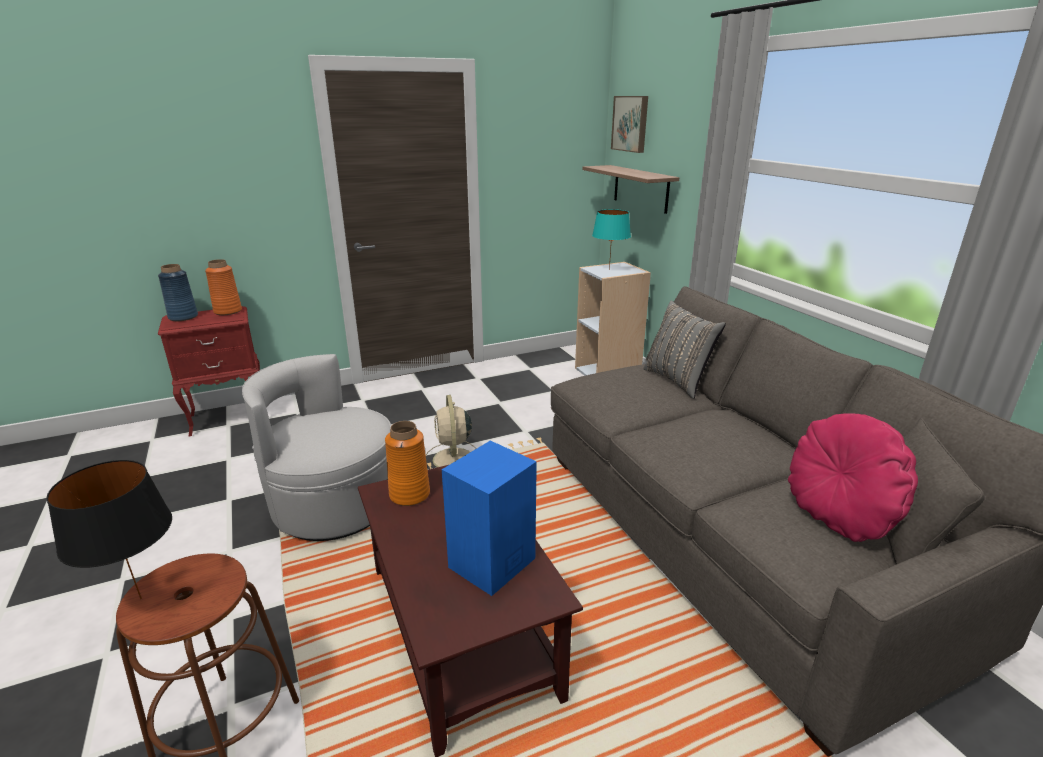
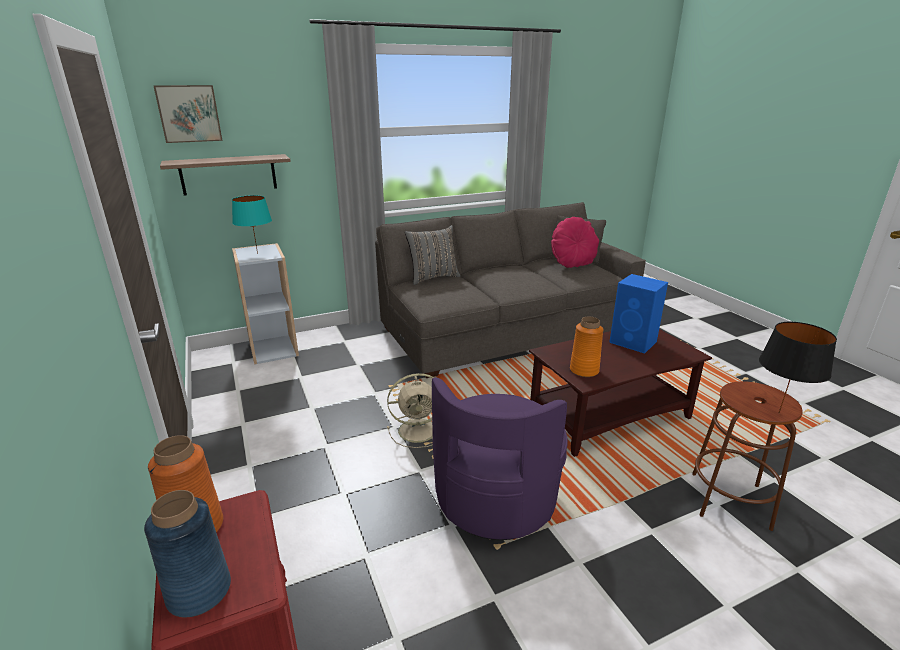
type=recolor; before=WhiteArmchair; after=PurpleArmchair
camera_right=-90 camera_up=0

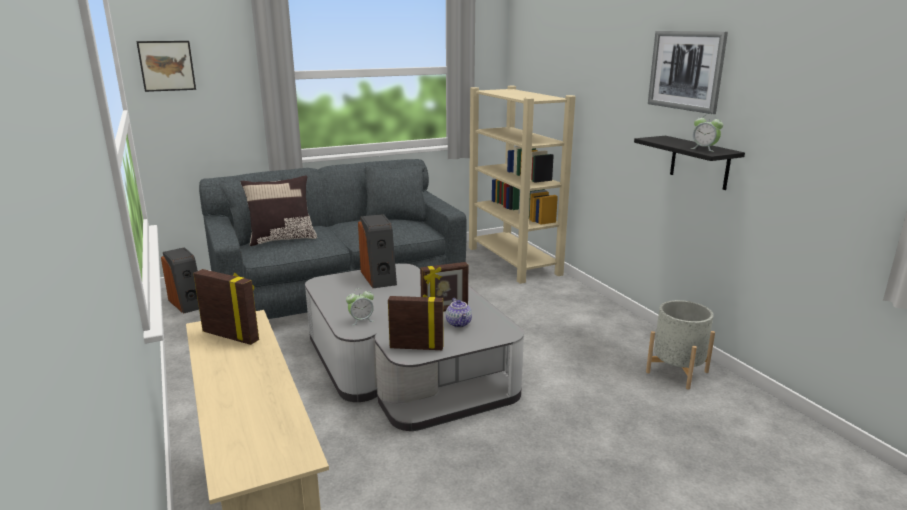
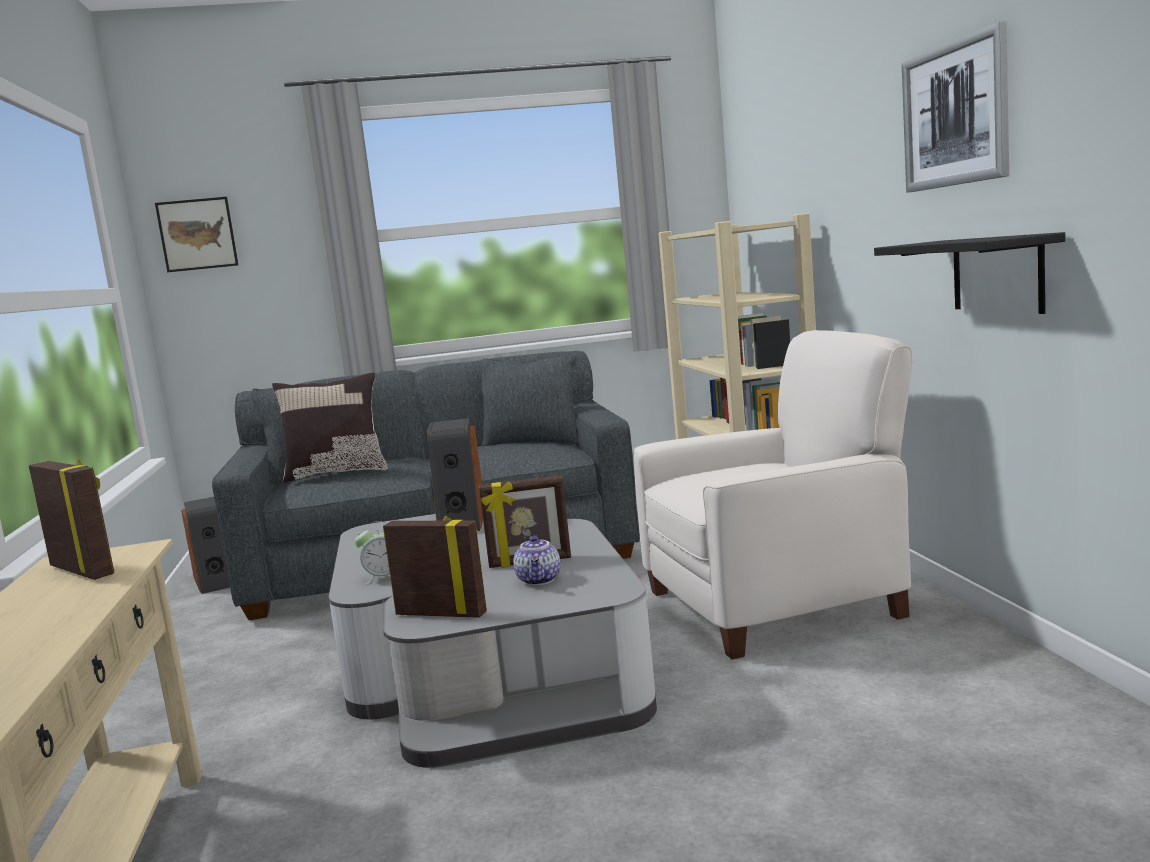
type=insert; after=WhiteArmchair
type=delete; before=GreyPlanter
type=delete; before=AlarmClock (2nd from left)
camera_right=15 camera_up=-10

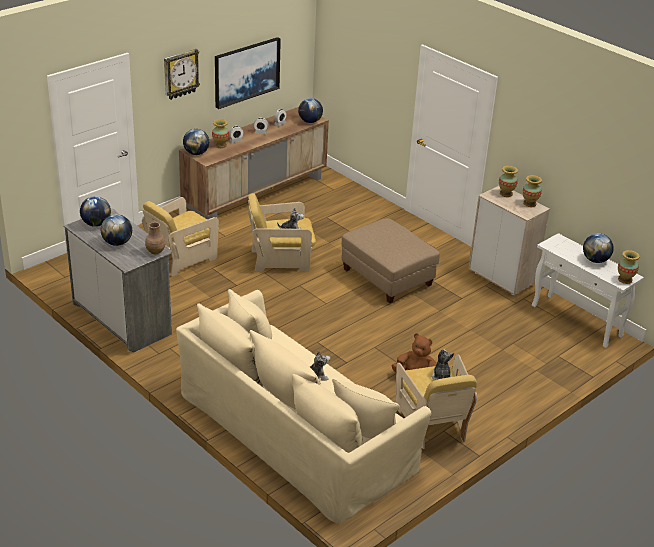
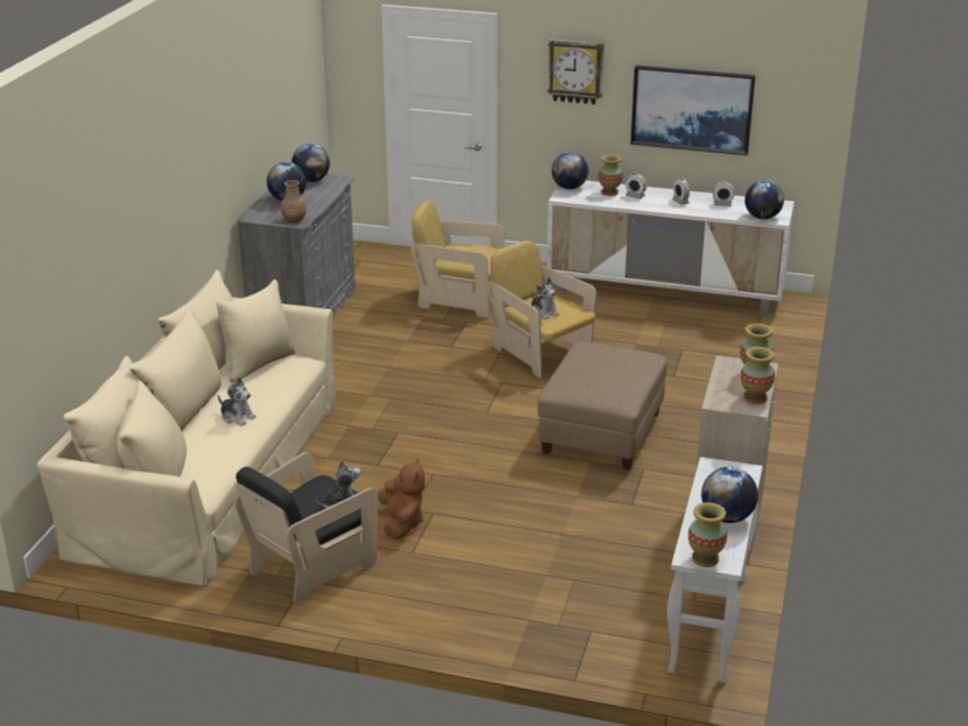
type=recolor; before=YellowArmchair (3rd from left); after=BlackArmchair
type=recolor; before=BrownTvStand; after=WhiteTvStand
camera_right=60 camera_up=-5

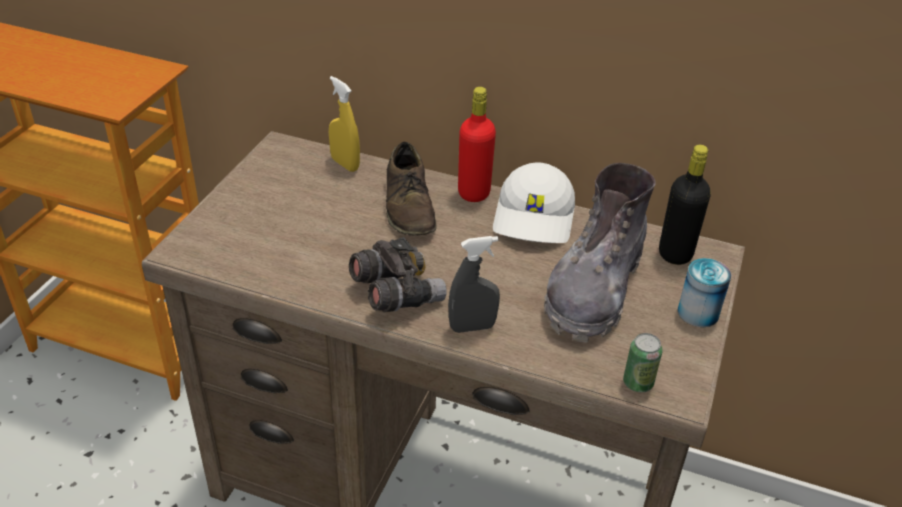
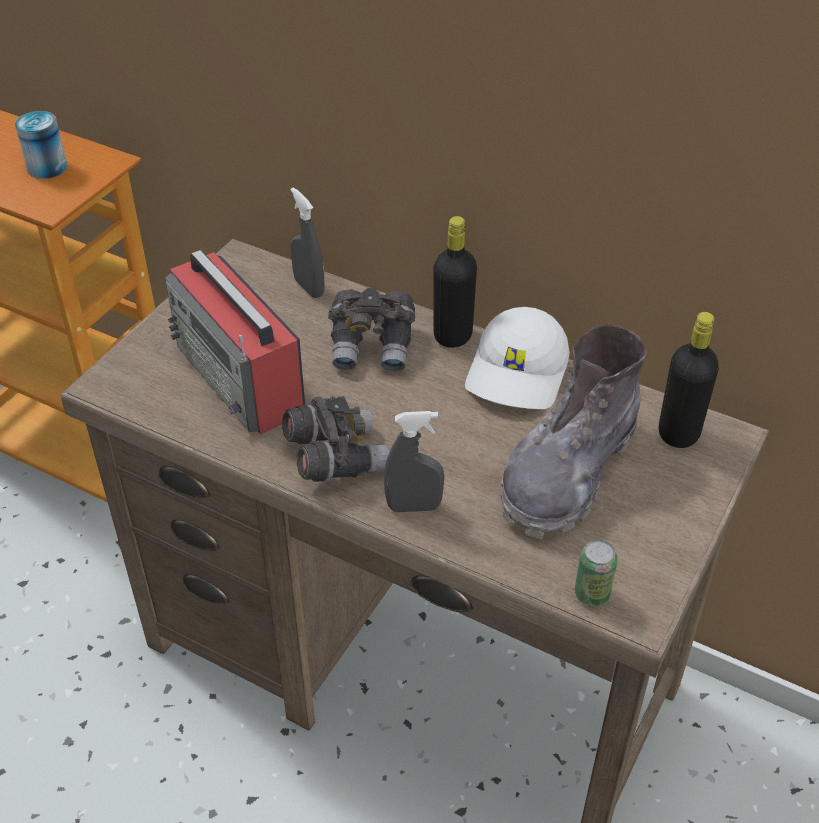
type=move; before=Can (2nd from left in the first image); after=Can (1st from left)
type=insert; after=Radio
type=recolor; before=YellowSprayBottle; after=GreySprayBottle (1st from left)
type=replace; before=BrownShoe; after=GreyBinoculars (2nd from left)
type=recolor; before=RedBottle; after=BlackBottle (1st from left)
camera_right=10 camera_up=5

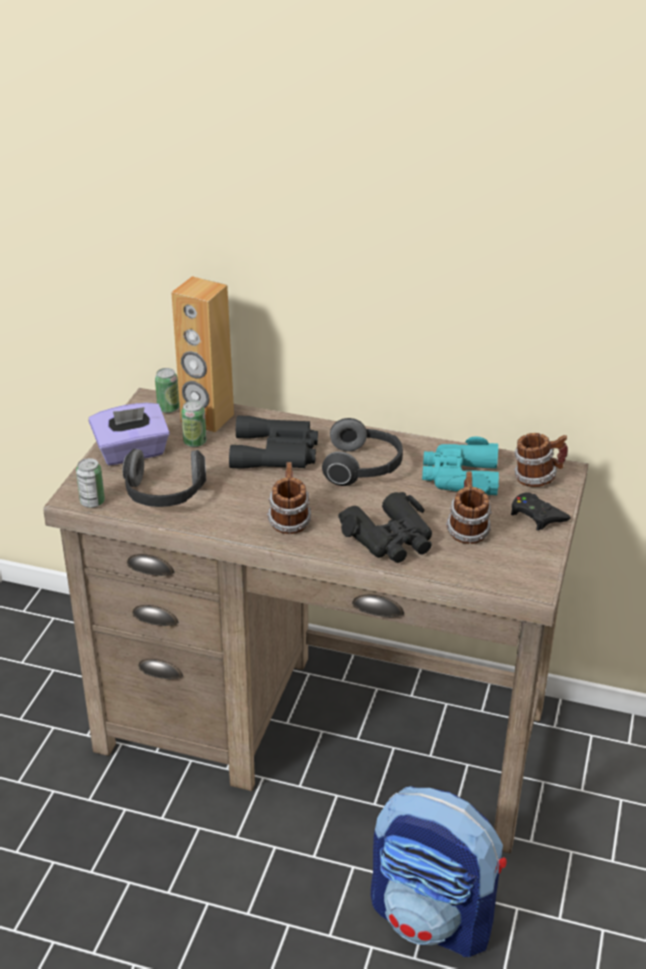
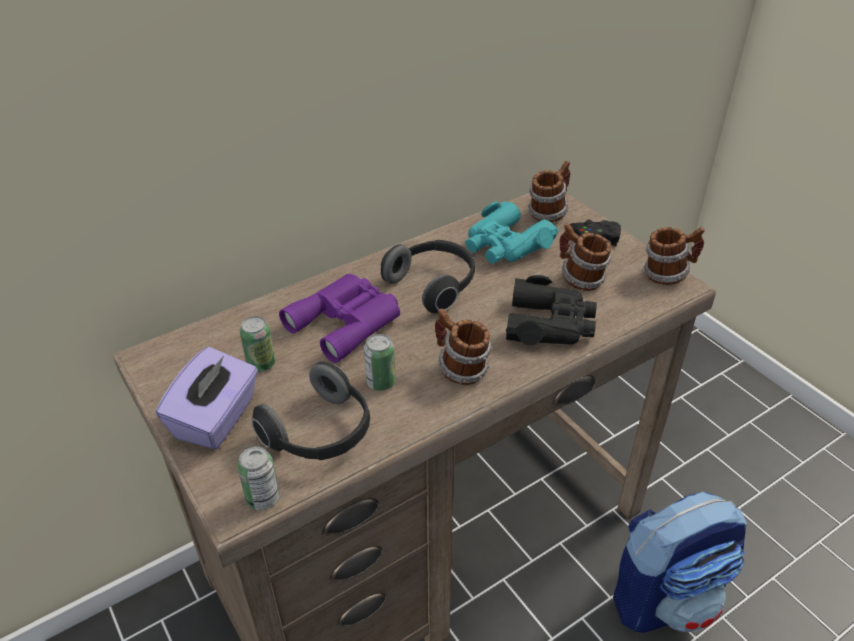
type=recolor; before=BlackBinoculars (1st from left); after=PurpleBinoculars
type=move; before=Can (2nd from left in the first image); after=Can (3rd from left)
type=insert; after=Mug (4th from left)
type=delete; before=BrownSpeaker
camera_right=-50 camera_up=5

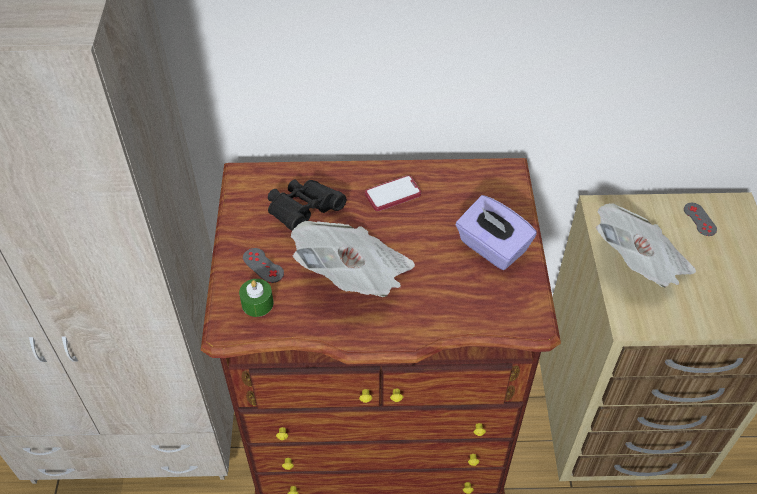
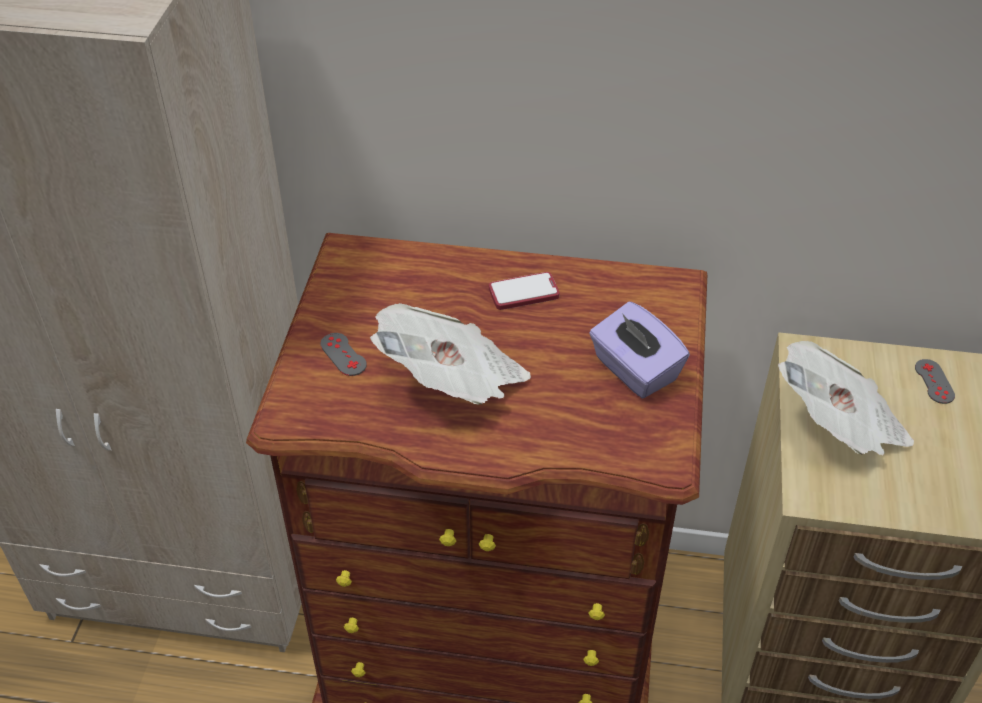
type=delete; before=GreenCandle
type=delete; before=BlackBinoculars
camera_right=10 camera_up=-5

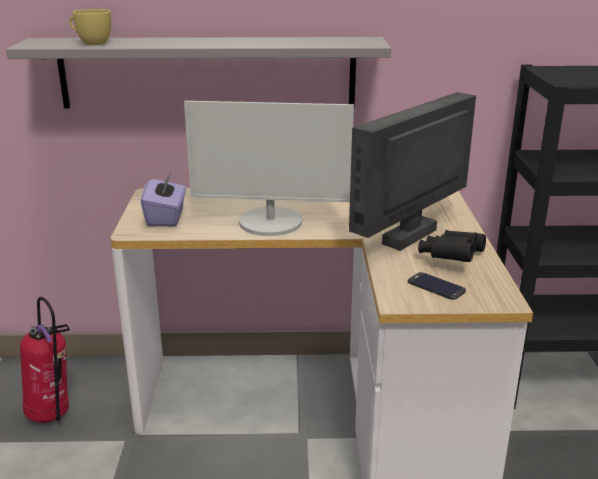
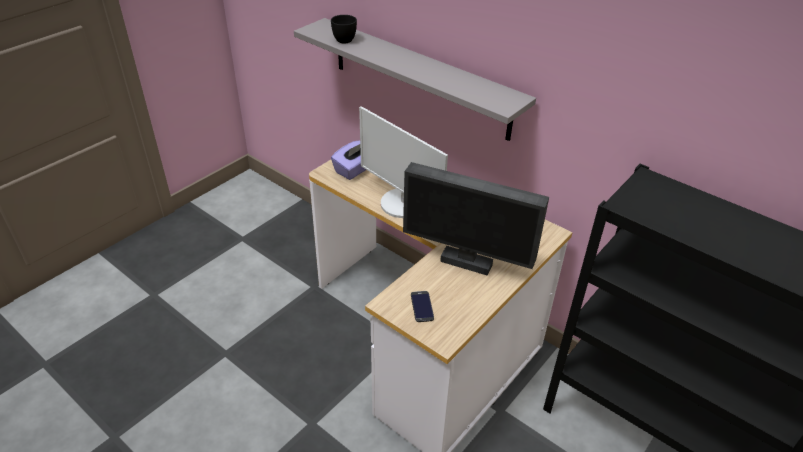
type=recolor; before=YellowCup; after=BlackCup
type=rotate; before=Monitor (2nd from left); turn=-150
type=delete; before=FireExtinguisher
type=delete; before=BlackBinoculars
camera_right=40 camera_up=15

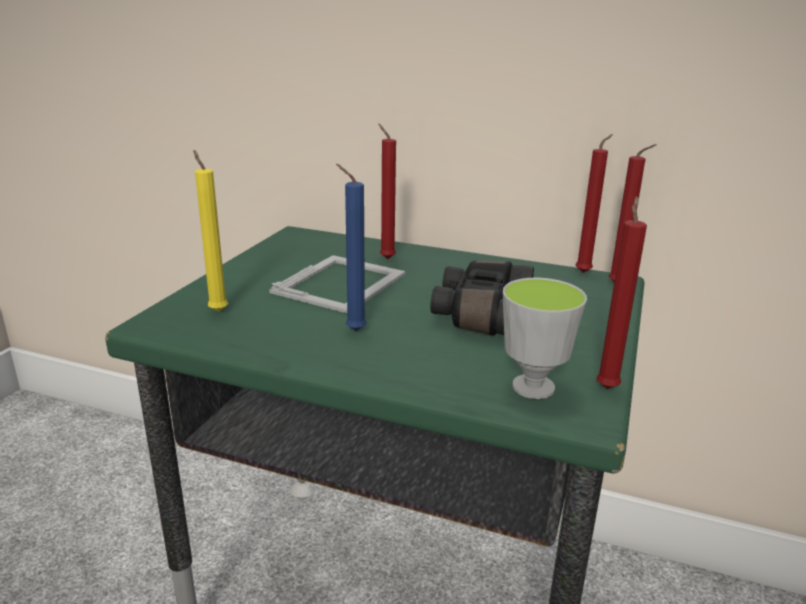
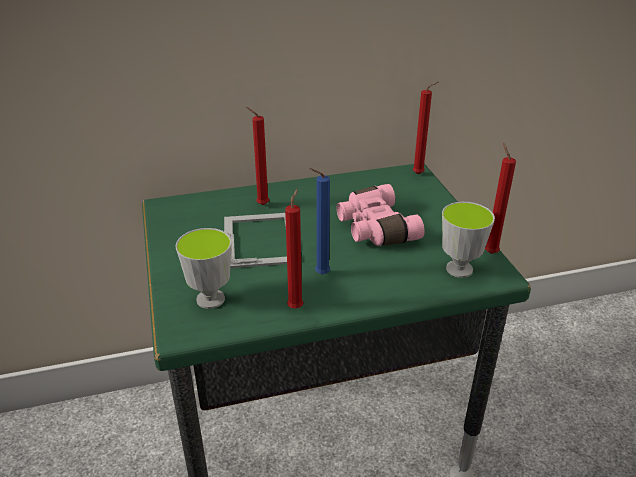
type=replace; before=YellowCandle; after=Cup (1st from left)
type=move; before=RedCandle (2nd from left)
type=recolor; before=BlackBinoculars; after=PinkBinoculars
camera_right=-35 camera_up=10

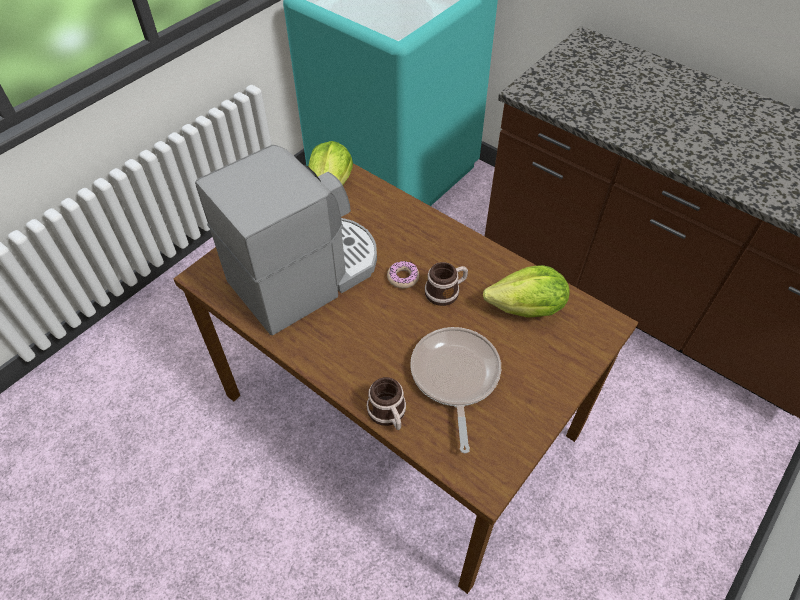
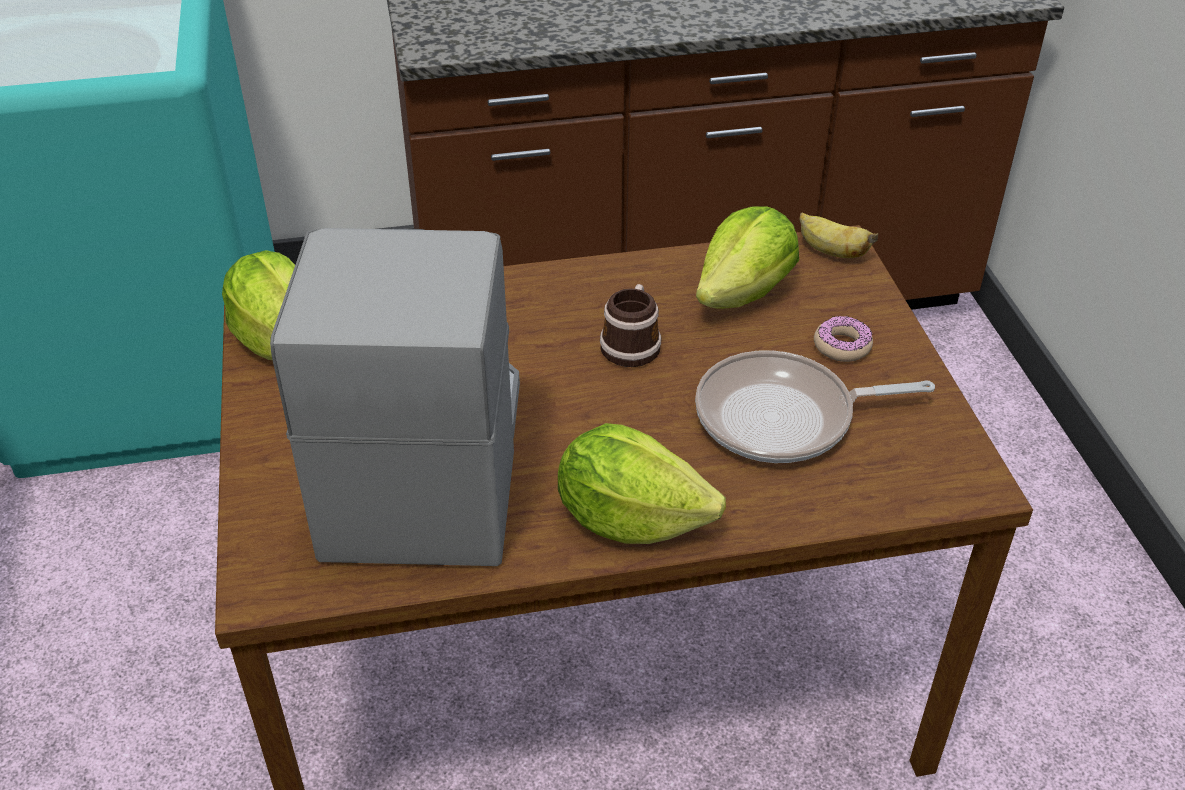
type=insert; after=Lettuce (2nd from left)
type=rotate; before=FryingPan; turn=-45
type=insert; after=Banana
type=move; before=Donut
type=delete; before=Mug (1st from left)
camera_right=-50 camera_up=-10

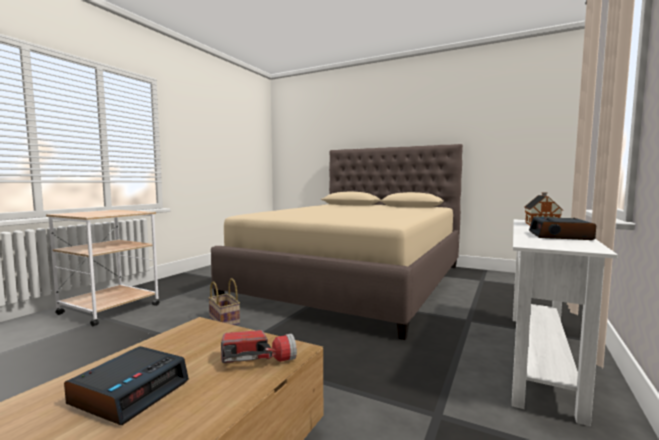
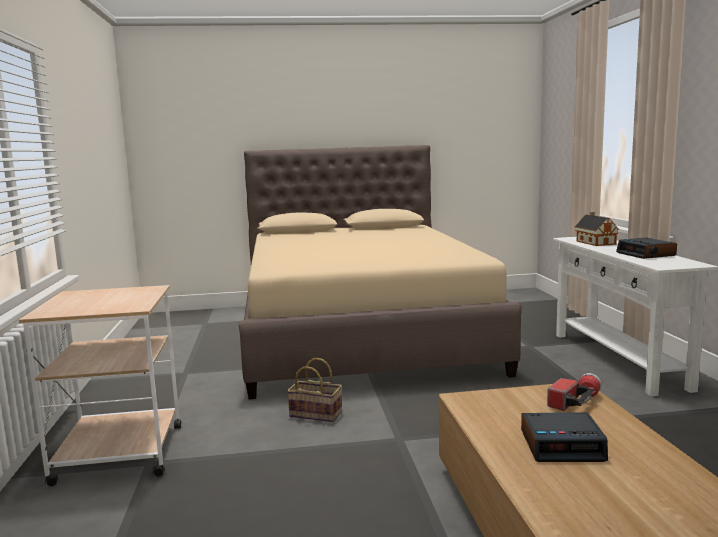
type=rotate; before=AlarmClock (1st from left); turn=105
camera_right=-35 camera_up=5

